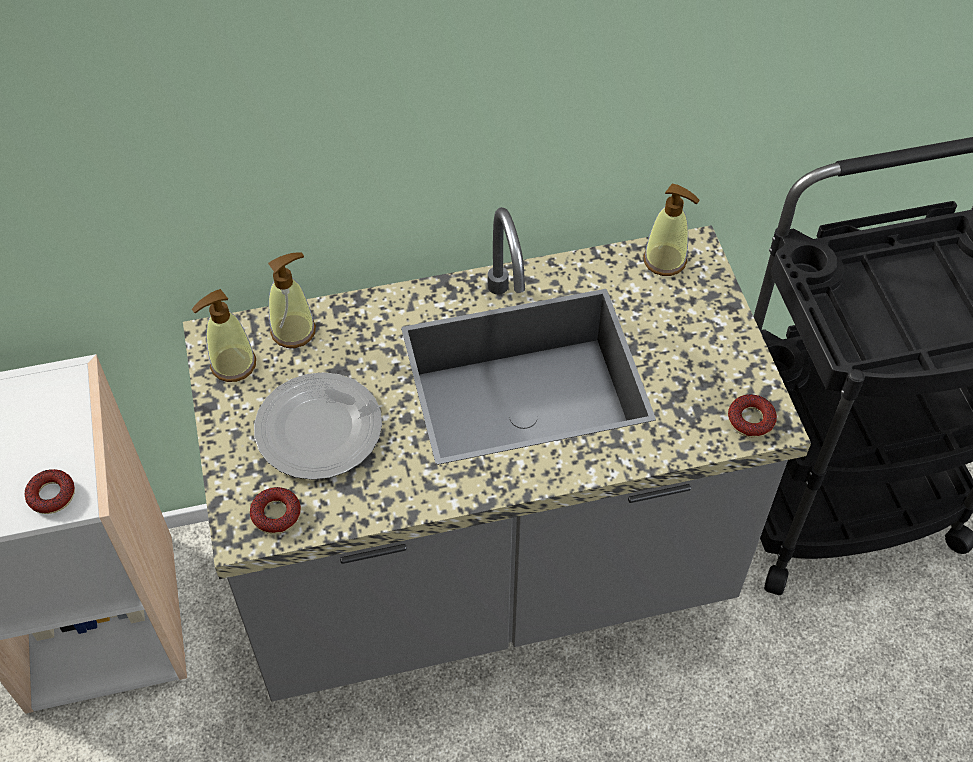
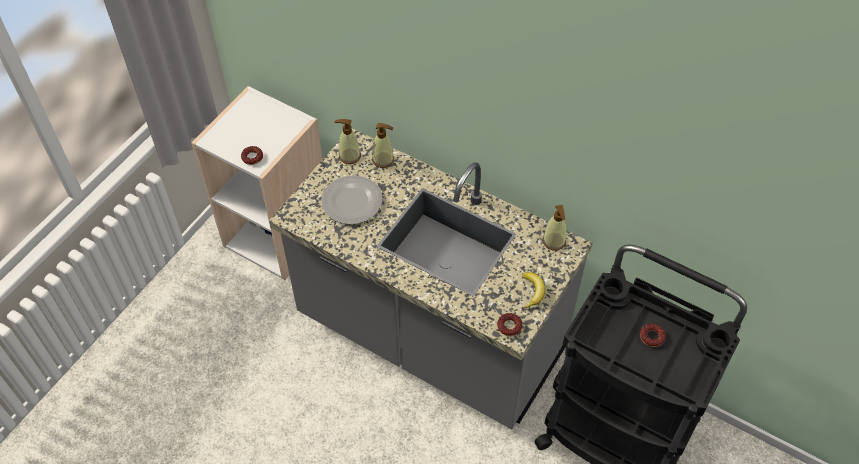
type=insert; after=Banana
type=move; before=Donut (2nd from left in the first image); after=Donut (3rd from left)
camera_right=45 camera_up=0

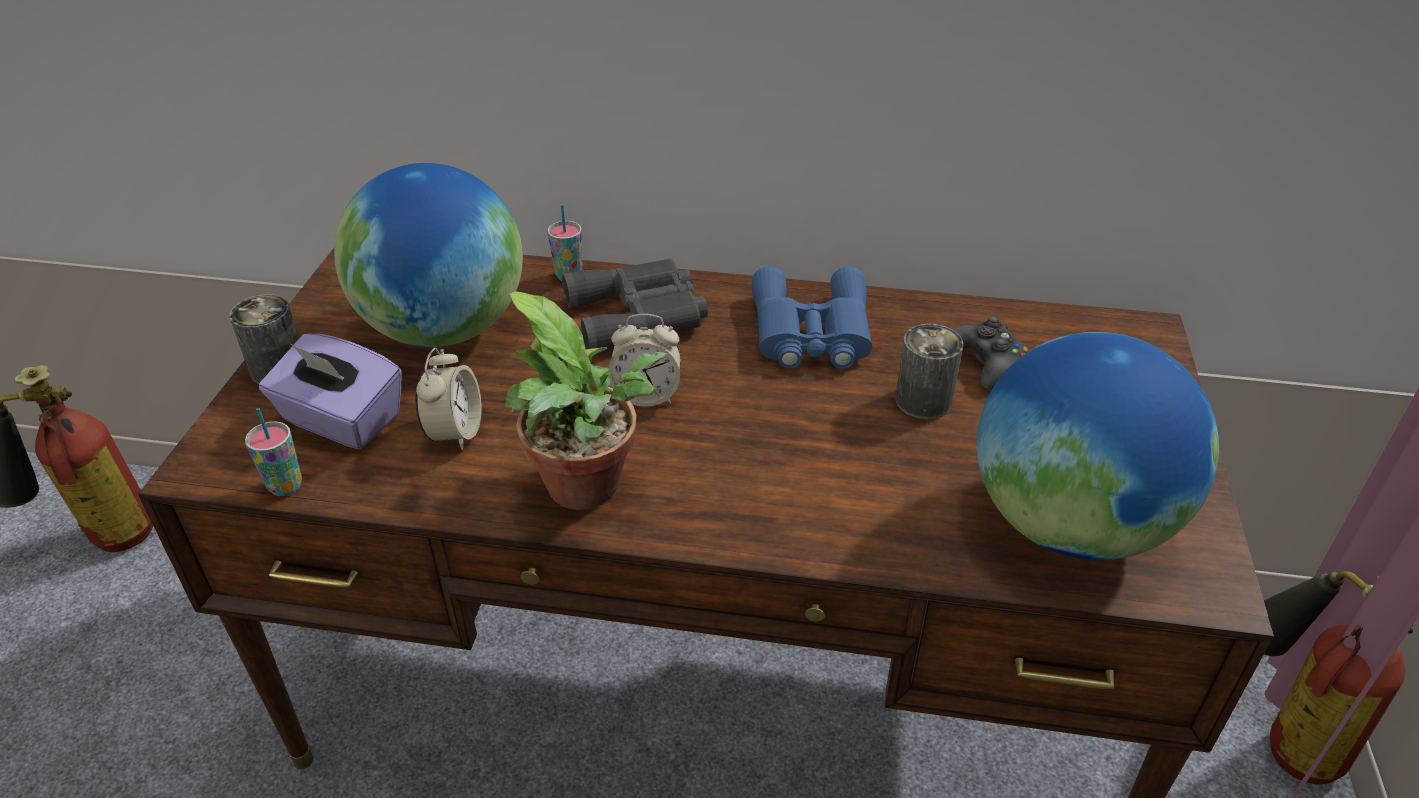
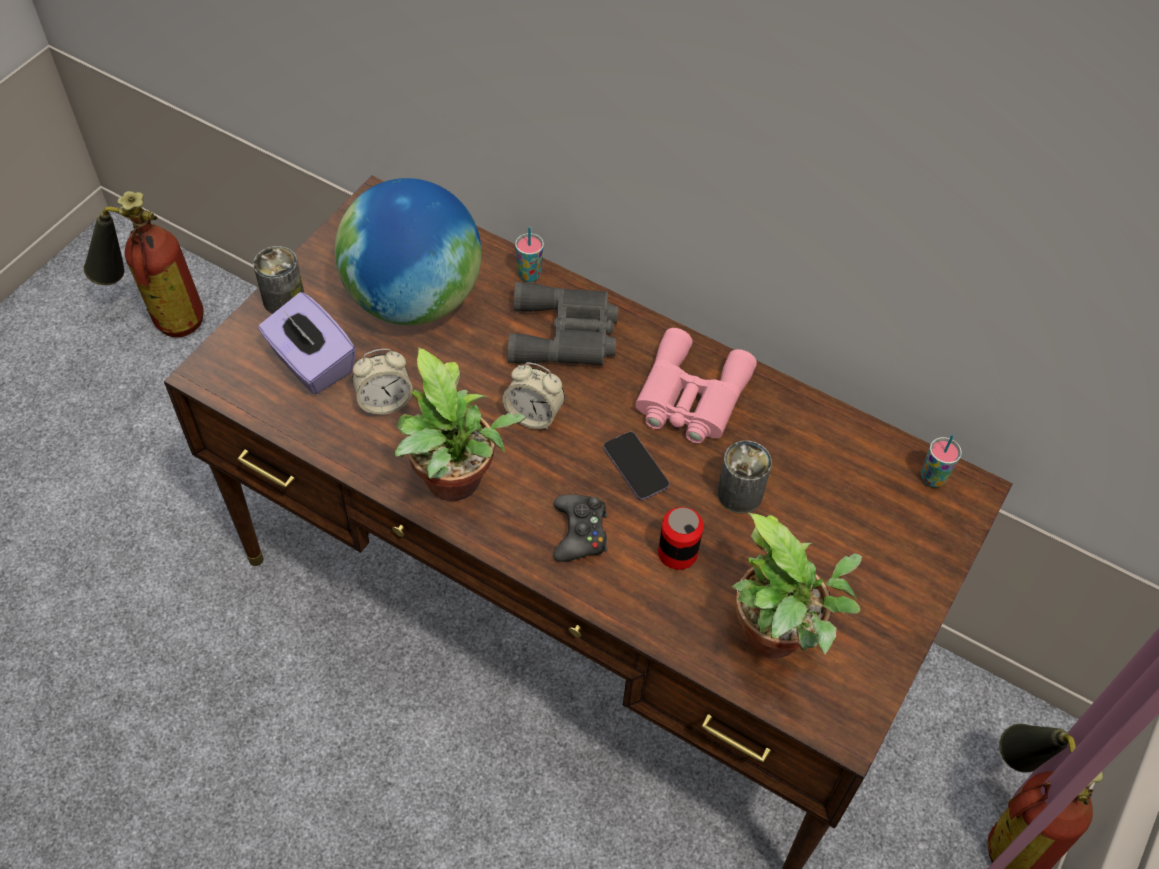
type=rotate; before=AlarmClock (1st from left); turn=45
type=move; before=BlackGameController
type=insert; after=Phone
type=recolor; before=BlueBinoculars; after=PinkBinoculars
type=insert; after=Can (2nd from left)
type=replace; before=Globe (2nd from left); after=PottedPlant (2nd from left)
type=move; before=Cup (1st from left in the first image); after=Cup (2nd from left)
camera_right=20 camera_up=15

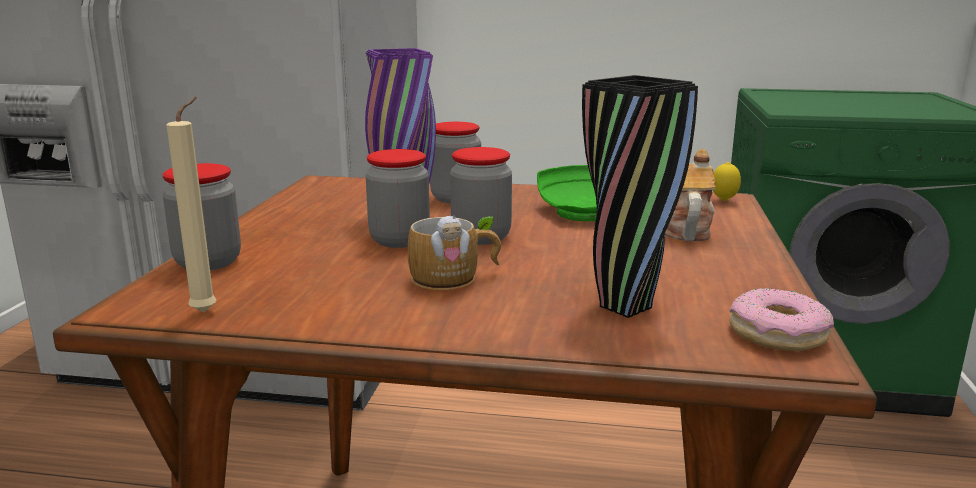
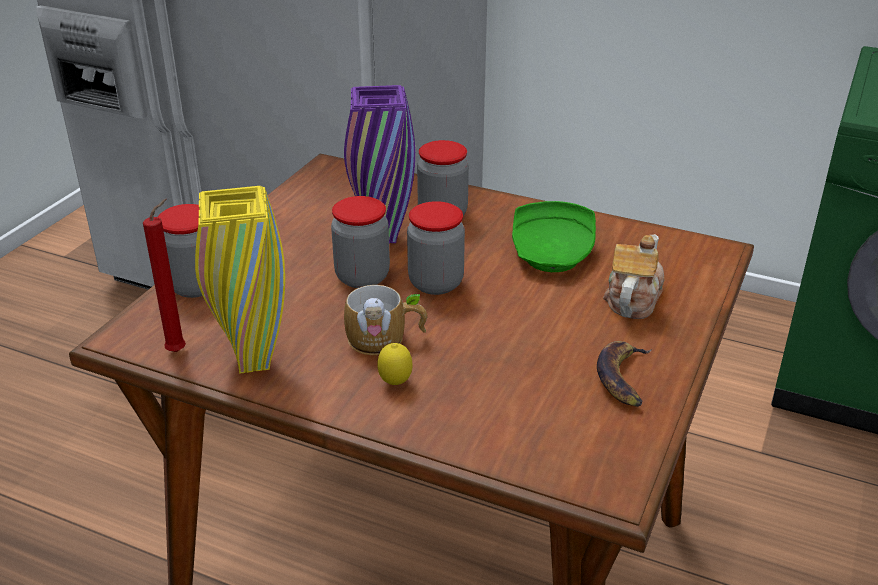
type=recolor; before=BeigeCandle; after=RedCandle
type=insert; after=YellowVase
type=move; before=Lemon
type=insert; after=Banana
type=delete; before=BlackVase
type=delete; before=Donut
camera_right=15 camera_up=15

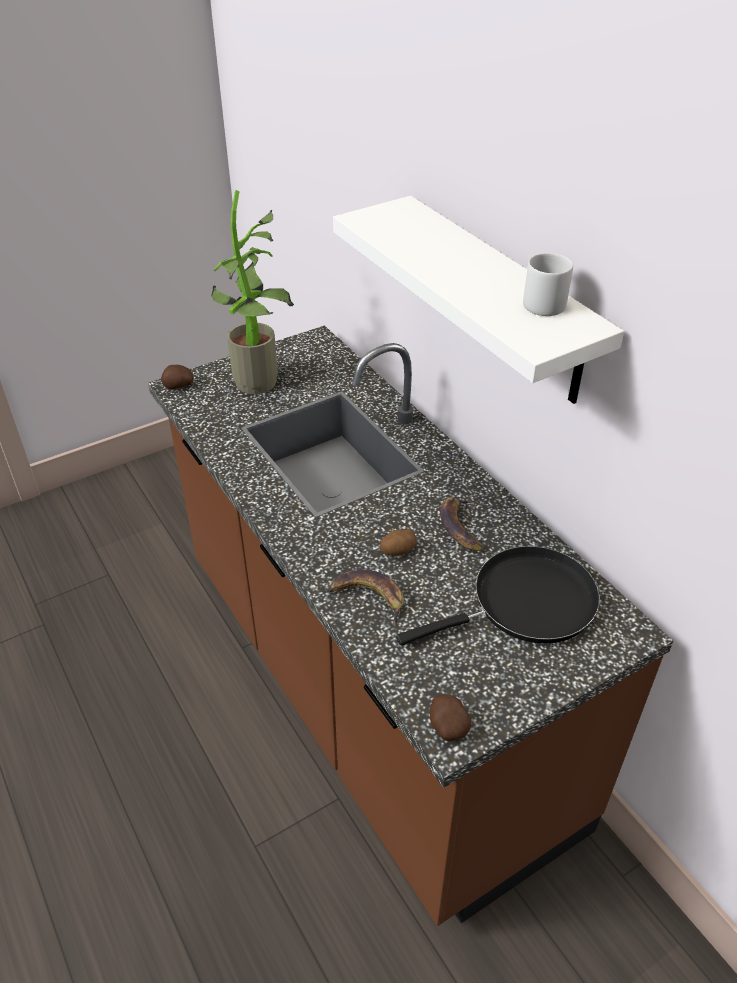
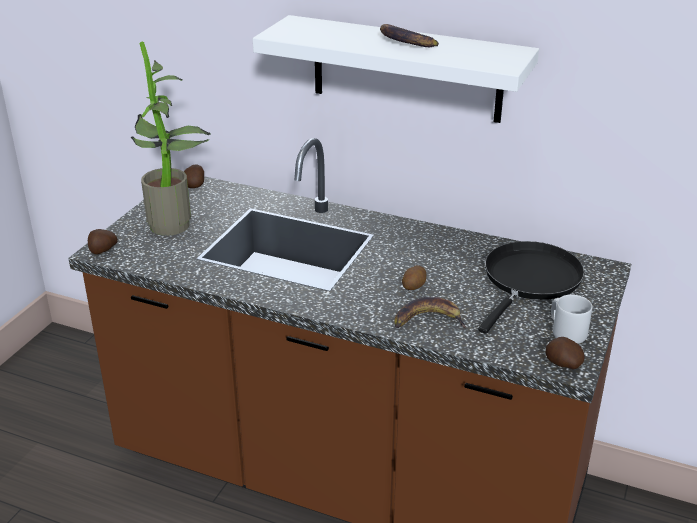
type=insert; after=Potato (2nd from left)
type=move; before=Banana (2nd from left in the first image); after=Banana (1st from left)
type=move; before=GreyMug
camera_right=-35 camera_up=-10

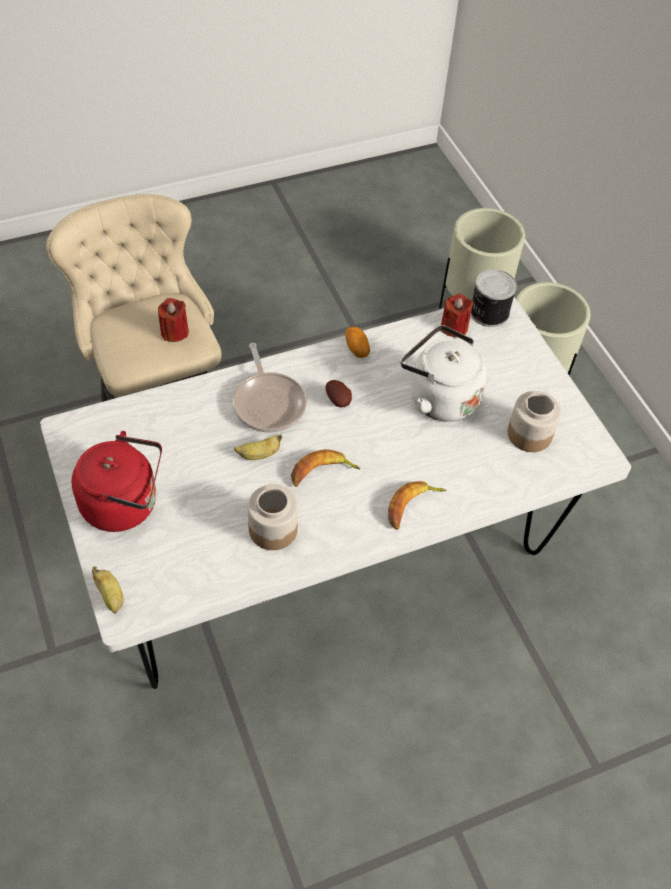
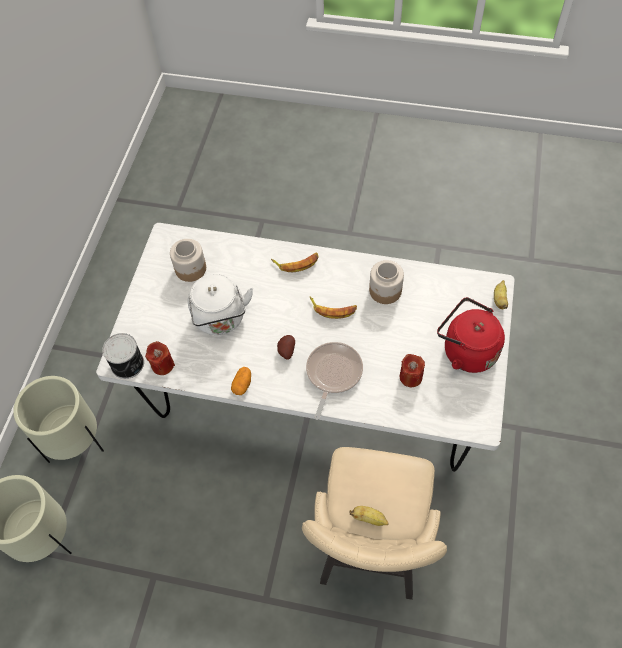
type=move; before=Banana (2nd from left in the first image); after=Banana (3rd from left)
type=move; before=RedCandle (1st from left in the first image); after=RedCandle (2nd from left)
camera_right=-140 camera_up=5

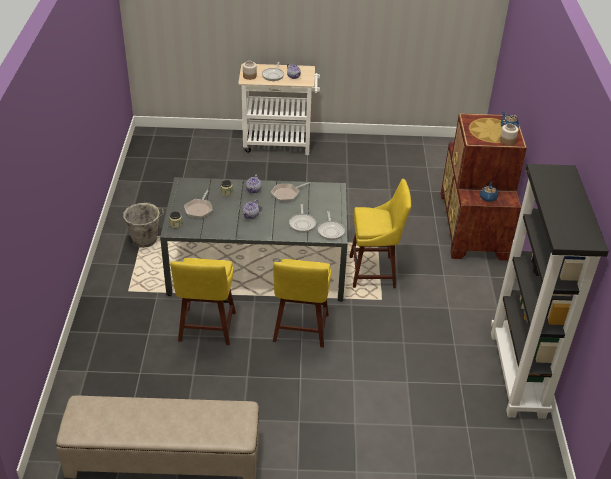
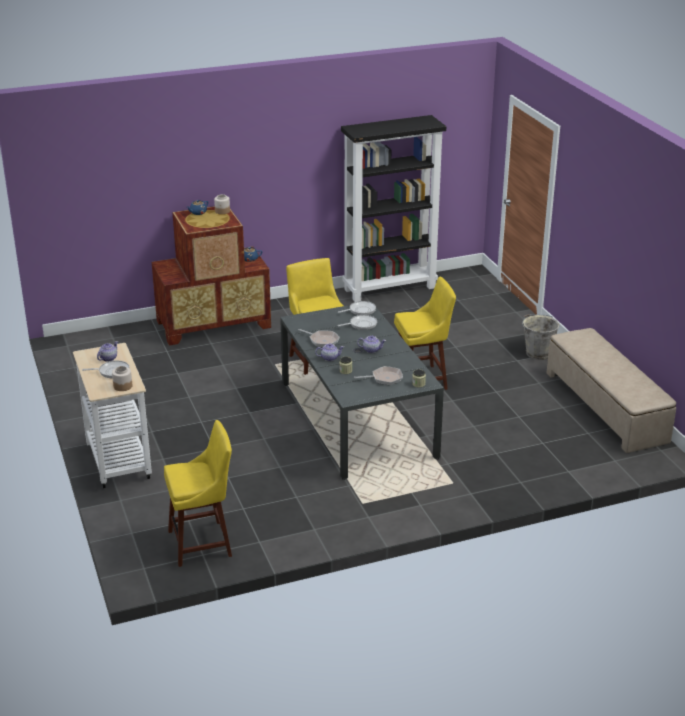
type=move; before=YellowChair (1st from left)
type=move; before=GreyBucket
camera_right=-110 camera_up=-10

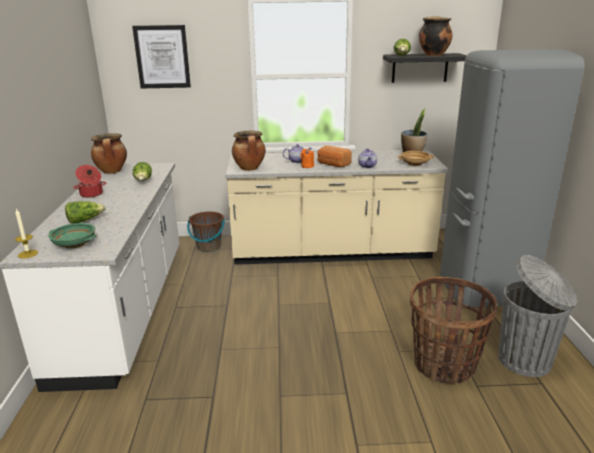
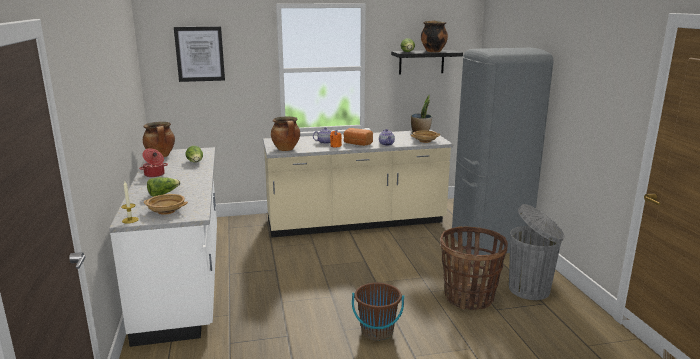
type=recolor; before=GreenBowl; after=BeigeBowl (1st from left)
type=move; before=BrownBucket
camera_right=-10 camera_up=-5

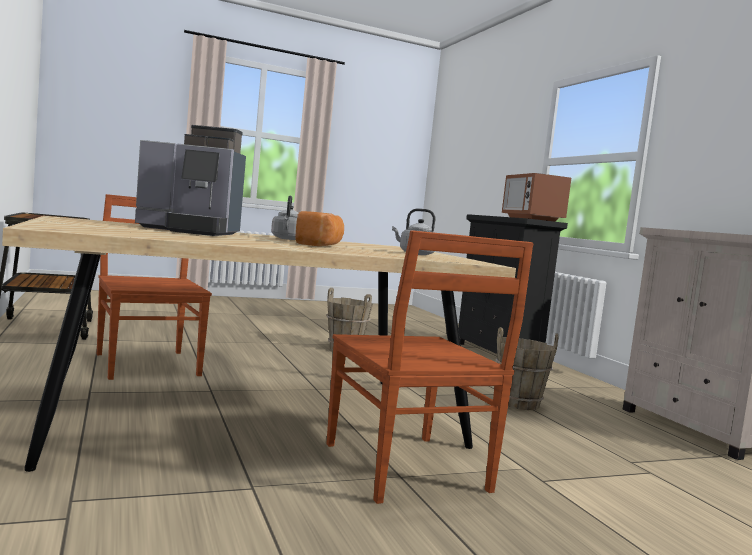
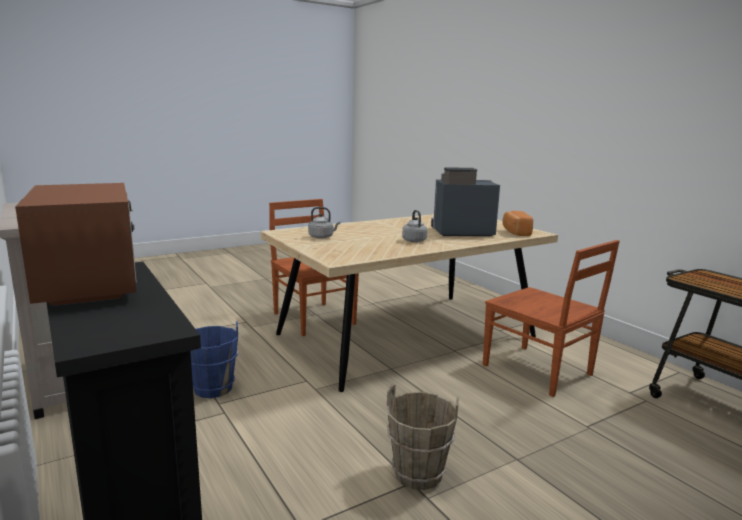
type=recolor; before=BrownBucket (2nd from left); after=BlueBucket
type=move; before=Bread
camera_right=170 camera_up=10

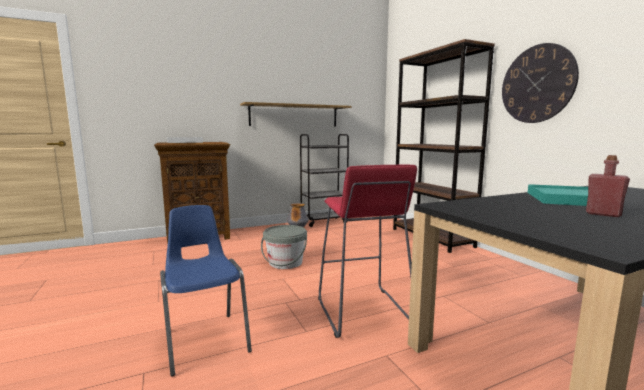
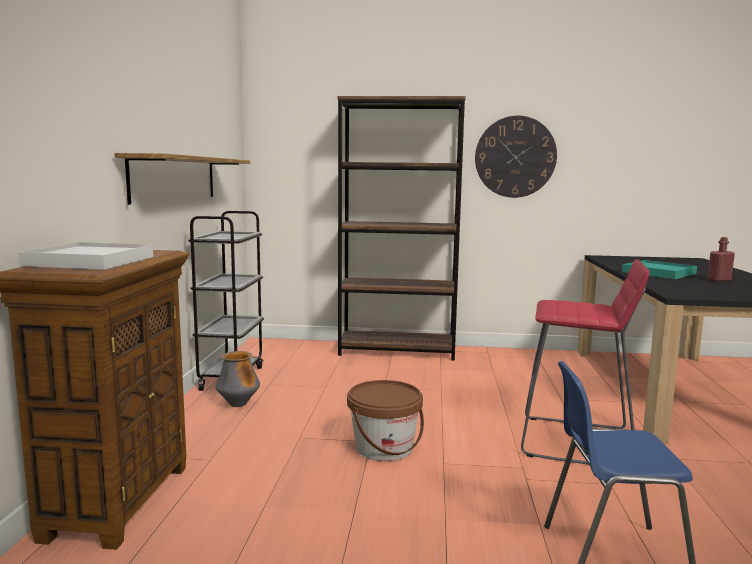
type=recolor; before=GreyBucket; after=BrownBucket
camera_right=-60 camera_up=0

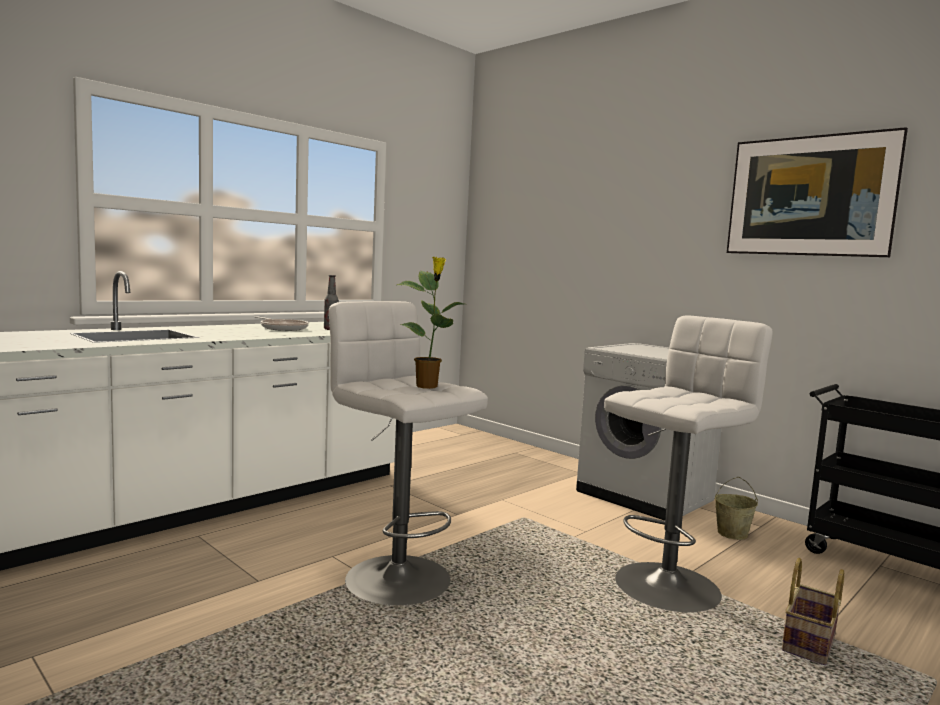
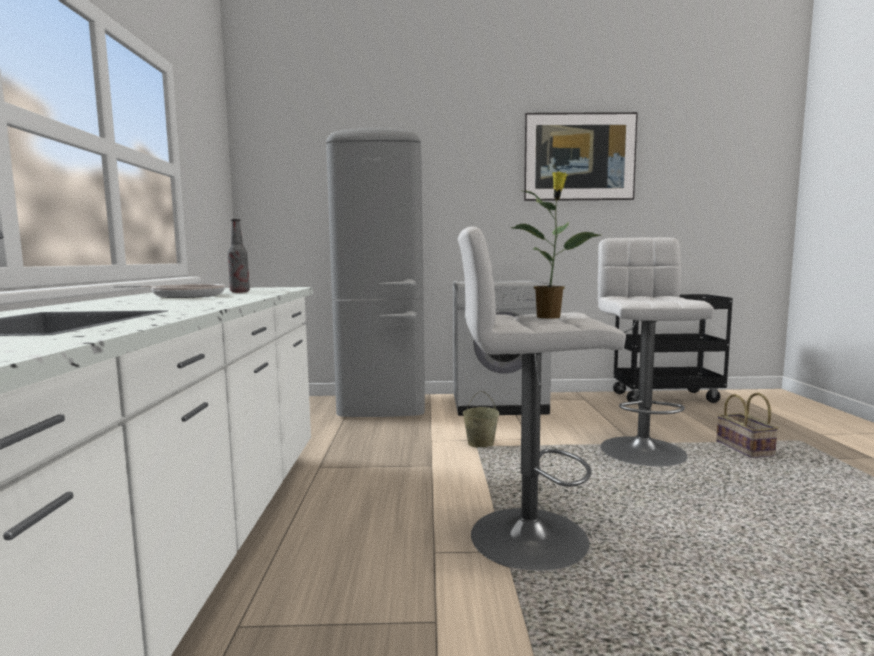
type=insert; after=GreyFridge
type=move; before=BeigeBucket
camera_right=-45 camera_up=0

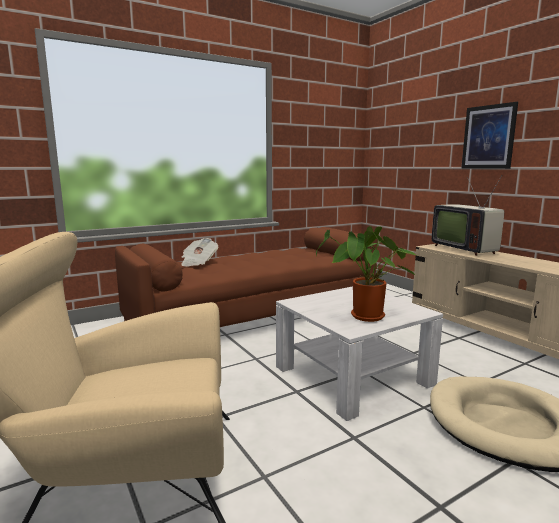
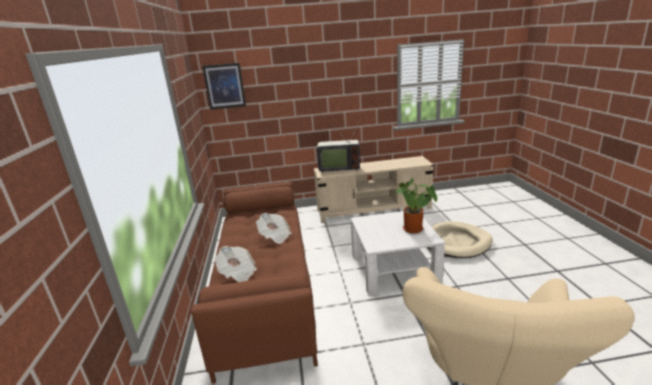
type=move; before=Picture
type=insert; after=Newspaper (2nd from left)
camera_right=-65 camera_up=10

